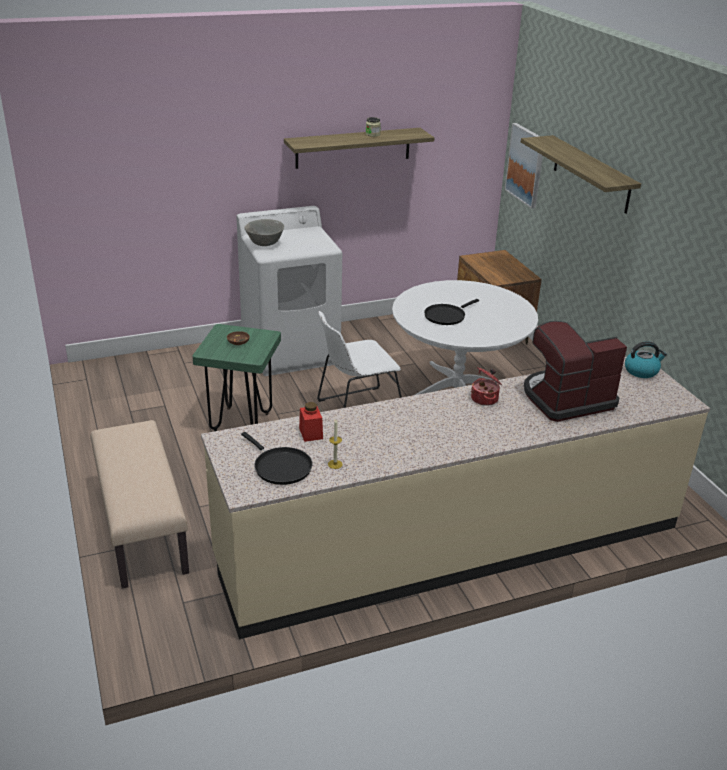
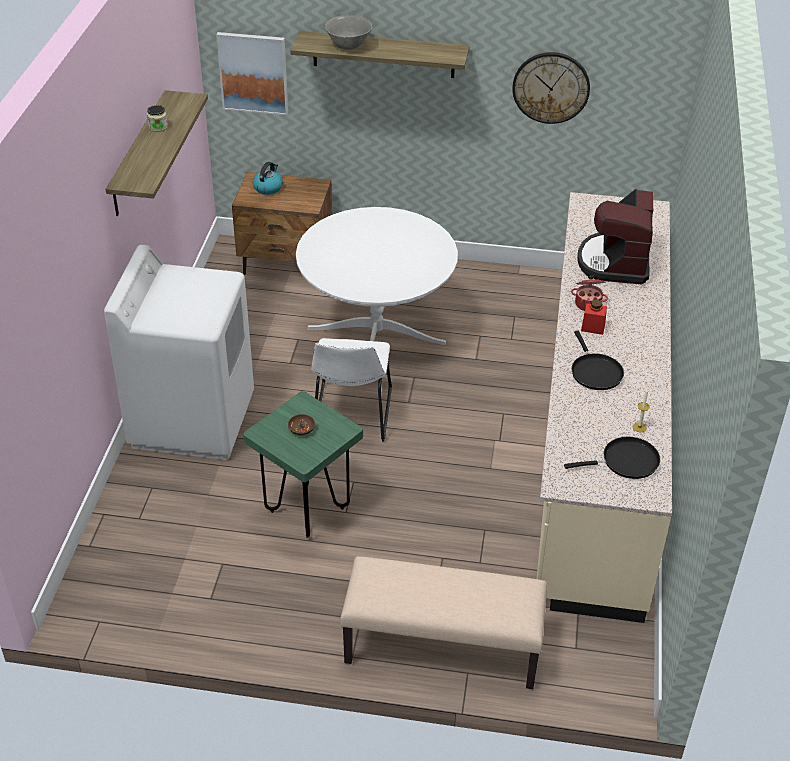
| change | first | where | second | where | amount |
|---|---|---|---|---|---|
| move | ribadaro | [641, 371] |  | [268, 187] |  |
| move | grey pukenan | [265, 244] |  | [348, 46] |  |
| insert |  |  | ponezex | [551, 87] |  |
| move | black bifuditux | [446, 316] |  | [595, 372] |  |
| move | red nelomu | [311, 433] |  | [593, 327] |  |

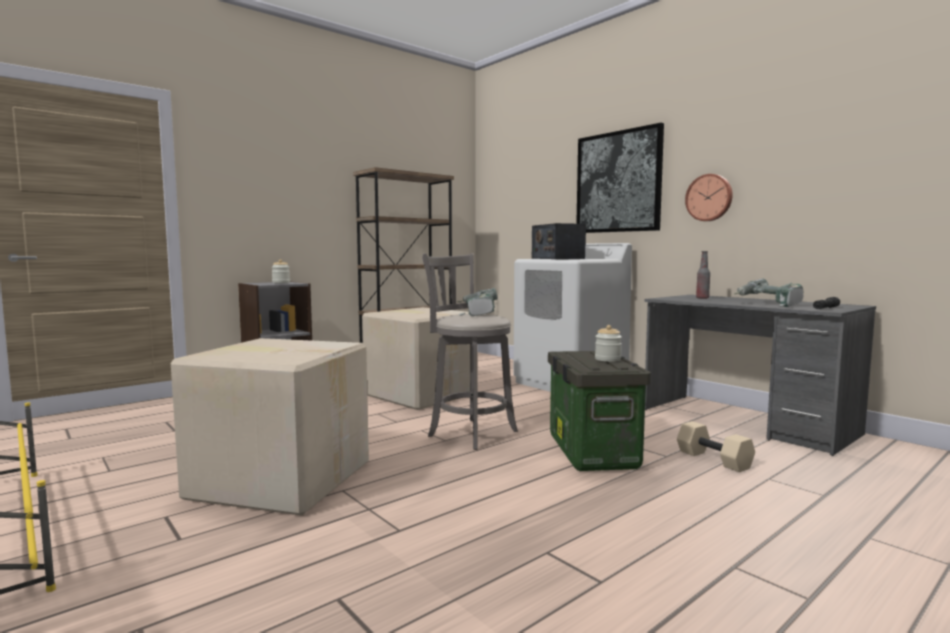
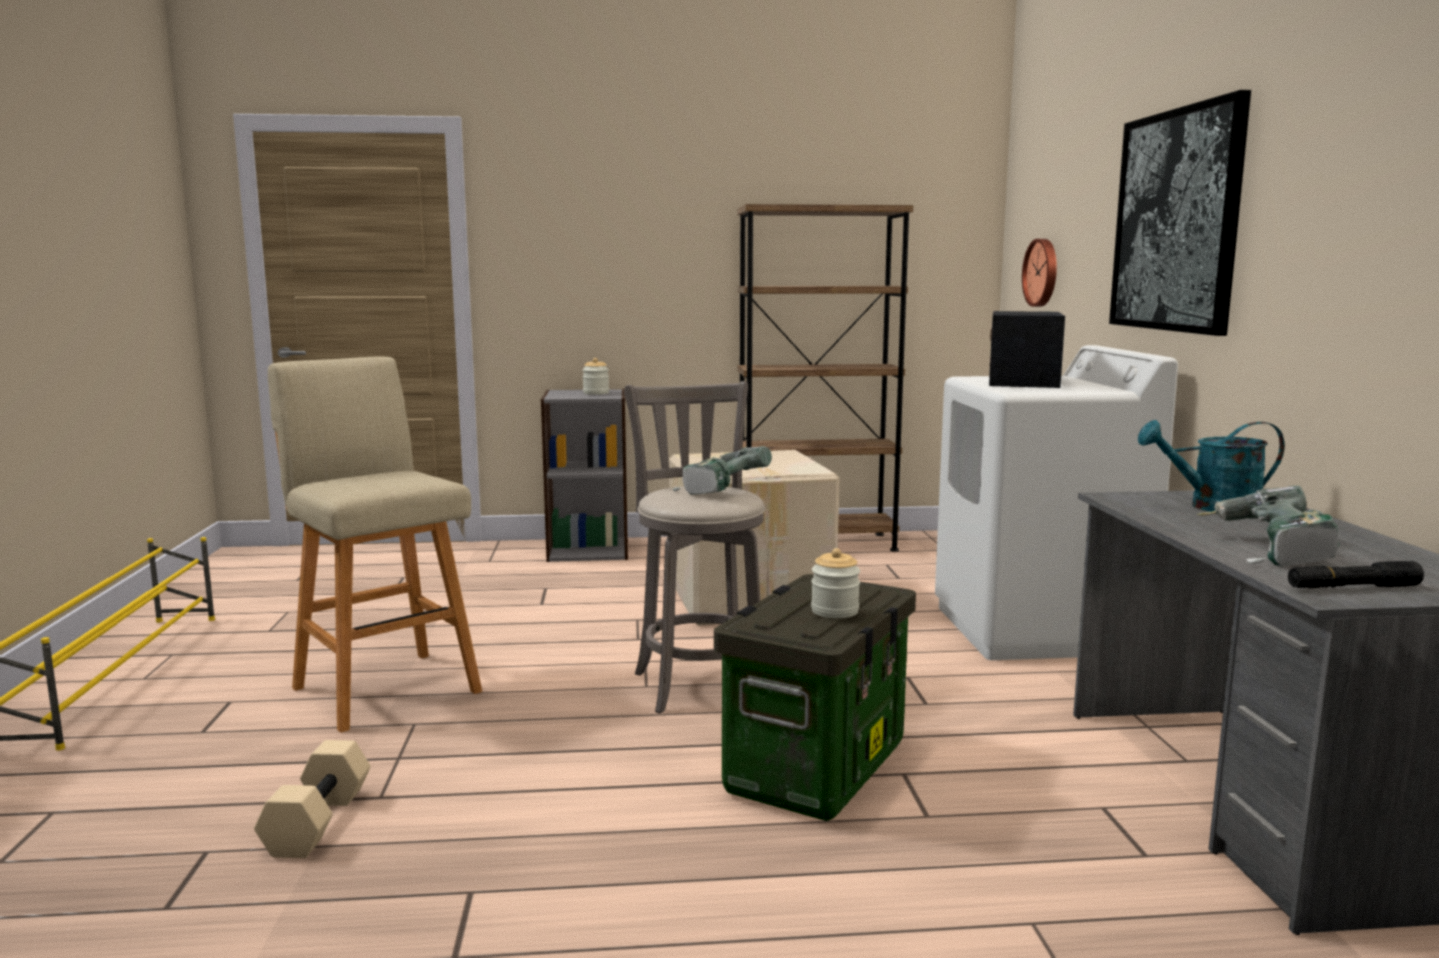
| change | first | where | second | where | amount |
|---|---|---|---|---|---|
| move | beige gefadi | [712, 459] |  | [316, 821] |  |
| replace | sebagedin | [280, 479] | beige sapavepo | [384, 688] |  |
| move | ponezex | [709, 198] |  | [1042, 272] |  |
| replace | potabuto | [702, 298] | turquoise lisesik | [1212, 507] |  |

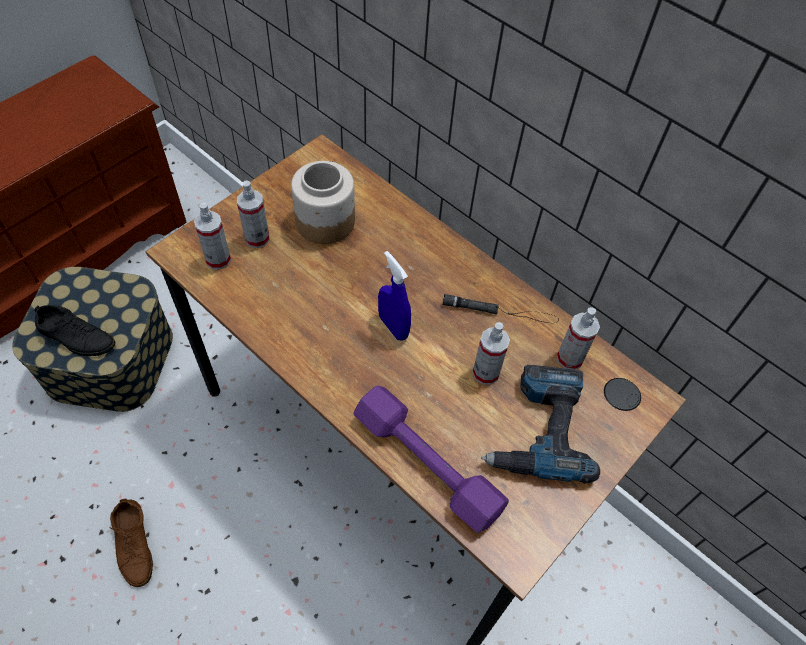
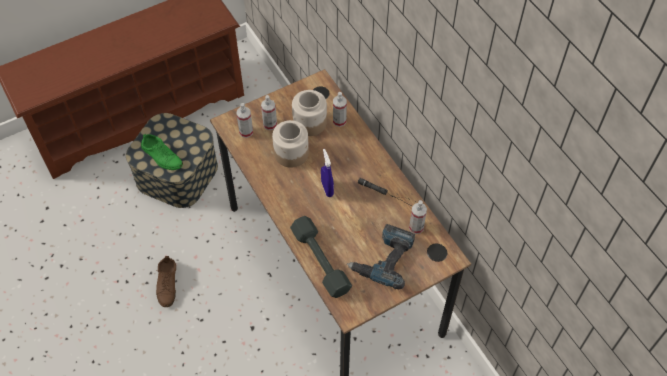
| change | first | where | second | where | amount |
|---|---|---|---|---|---|
| recolor | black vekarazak | [76, 337] | green vekarazak | [162, 156] |  |
| insert |  |  | nelomu | [291, 153] |  |
| recolor | purple gefadi | [426, 463] | grey gefadi | [320, 260] |  |
| move | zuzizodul | [486, 372] |  | [339, 121] |  |

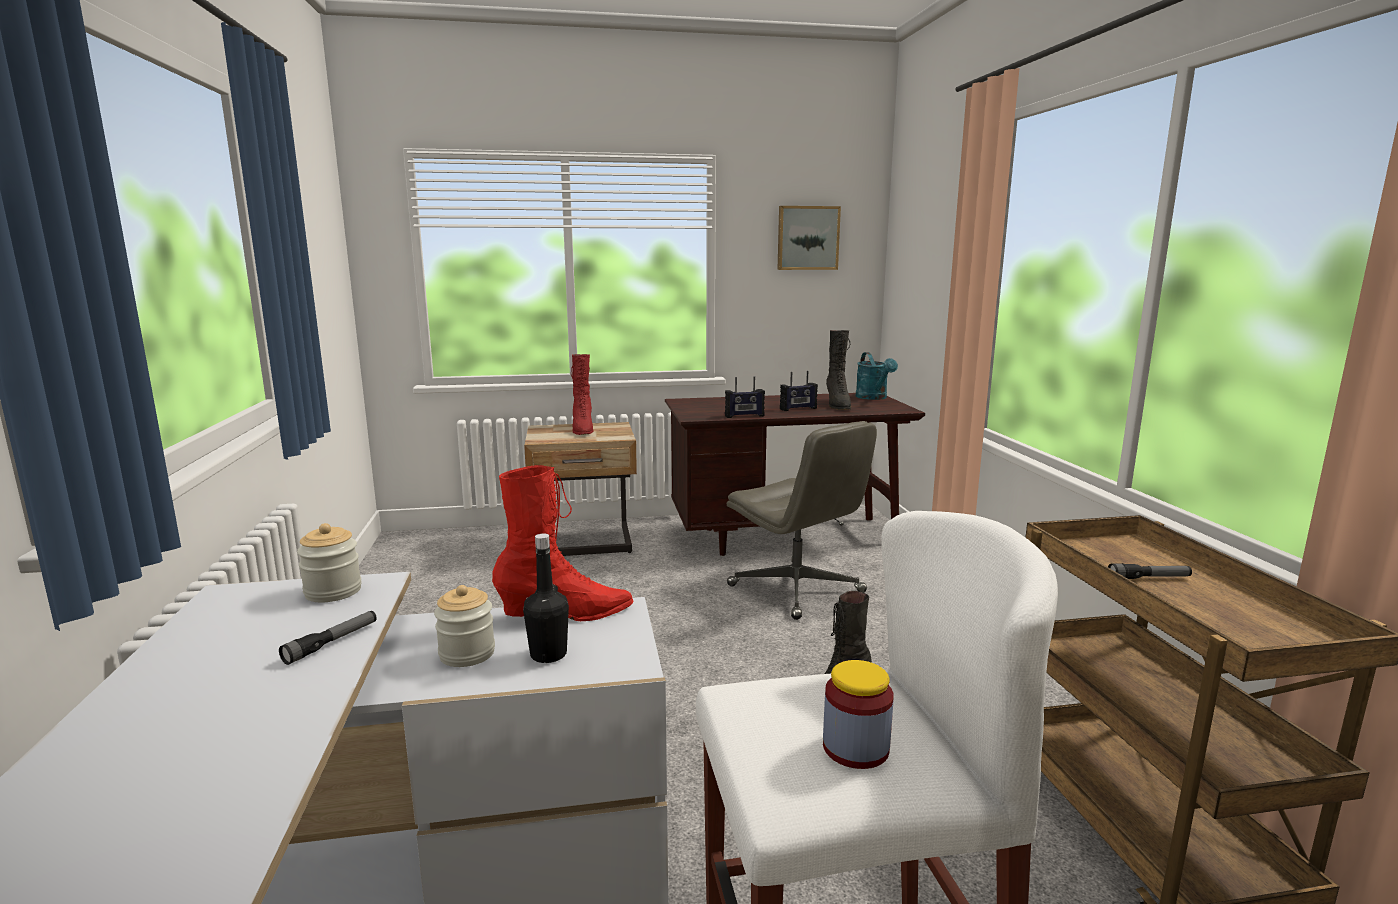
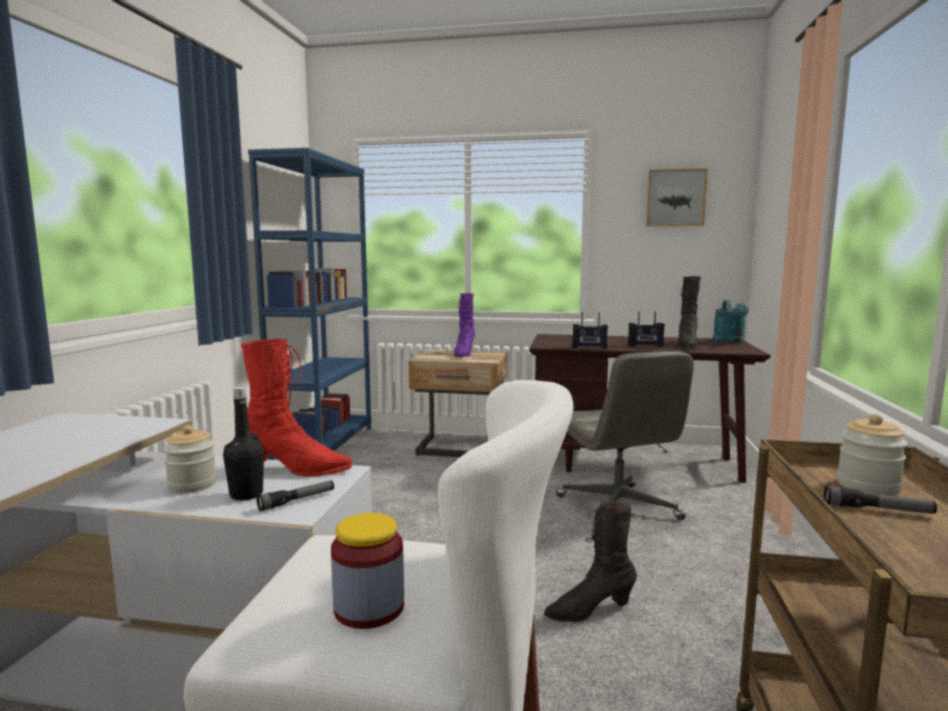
| change | first | where | second | where | amount |
|---|---|---|---|---|---|
| insert |  |  | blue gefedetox | [324, 445] |  |
| move | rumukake | [332, 643] |  | [297, 501] |  |
| recolor | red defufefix | [582, 429] | purple defufefix | [464, 354] |  |
| move | nelomu | [333, 591] |  | [868, 486] |  |

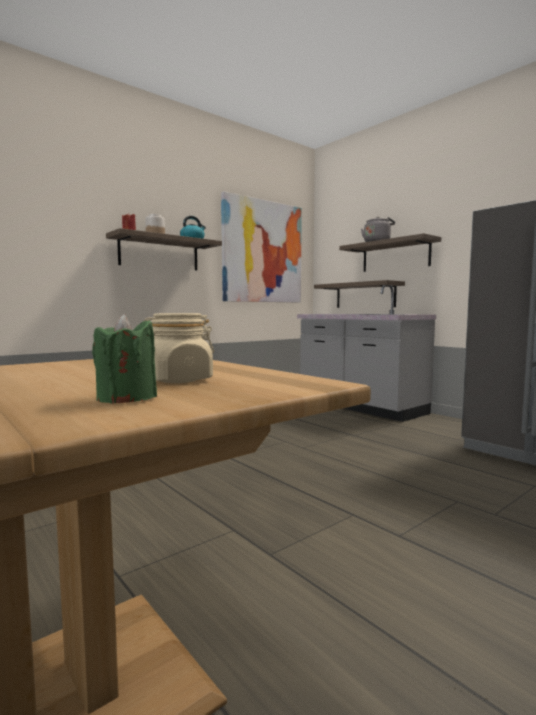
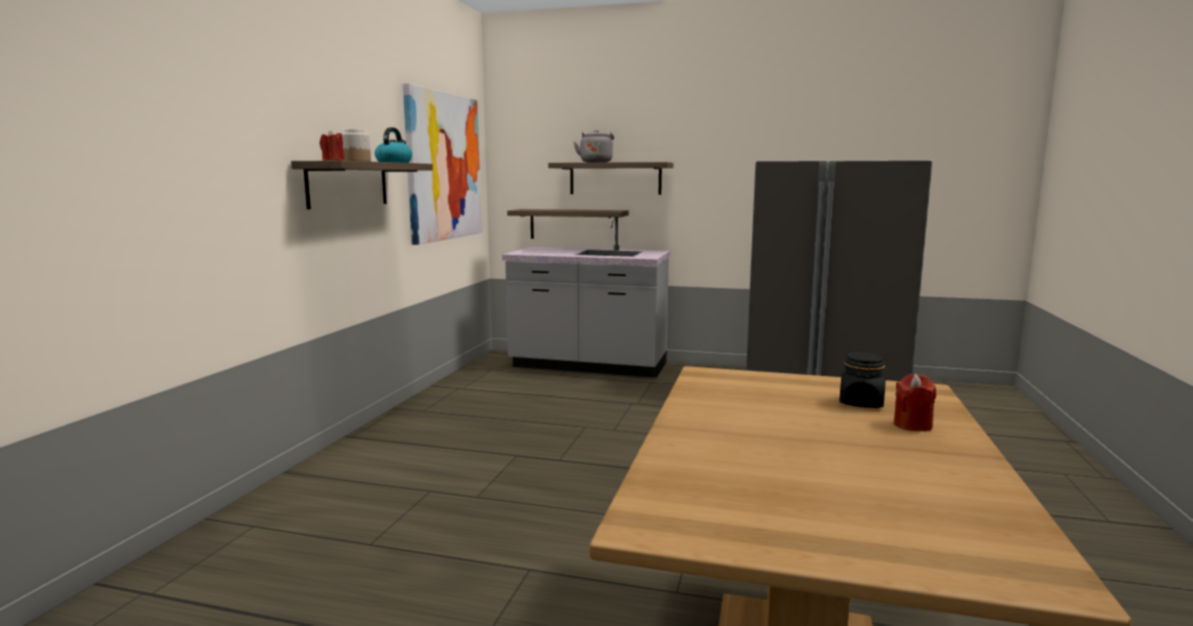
| change | first | where | second | where | amount |
|---|---|---|---|---|---|
| recolor | beige nelomu | [178, 380] | black nelomu | [861, 403] |  |
| recolor | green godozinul | [126, 398] | red godozinul | [912, 425] |  |

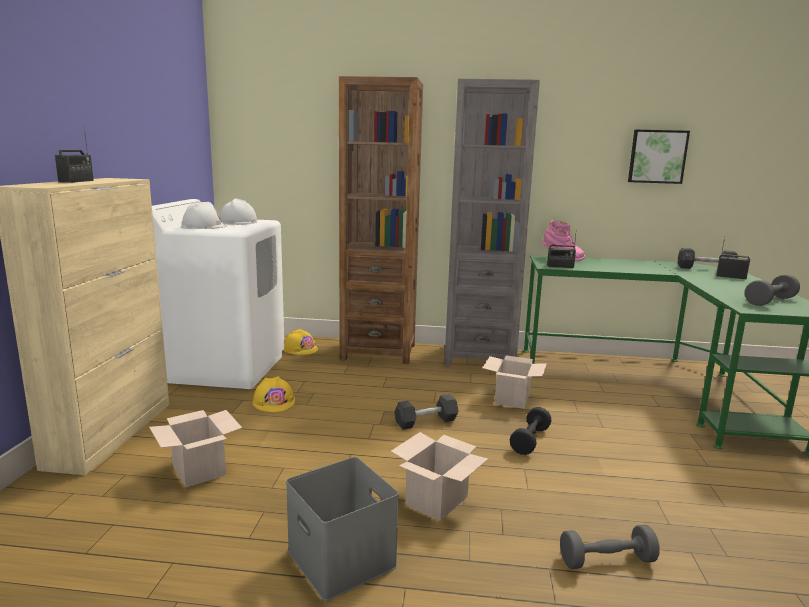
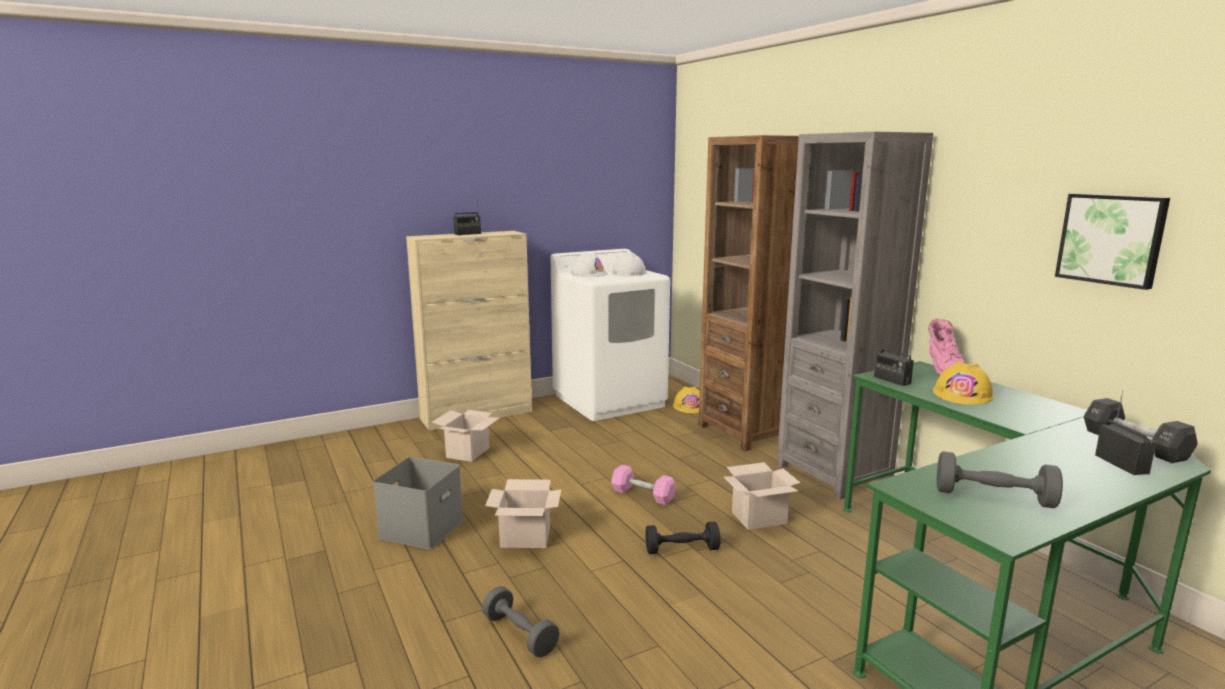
| change | first | where | second | where | amount |
|---|---|---|---|---|---|
| recolor | black gefadi | [426, 422] | pink gefadi | [643, 495] |  |
| move | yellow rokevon | [274, 402] |  | [962, 395] |  |

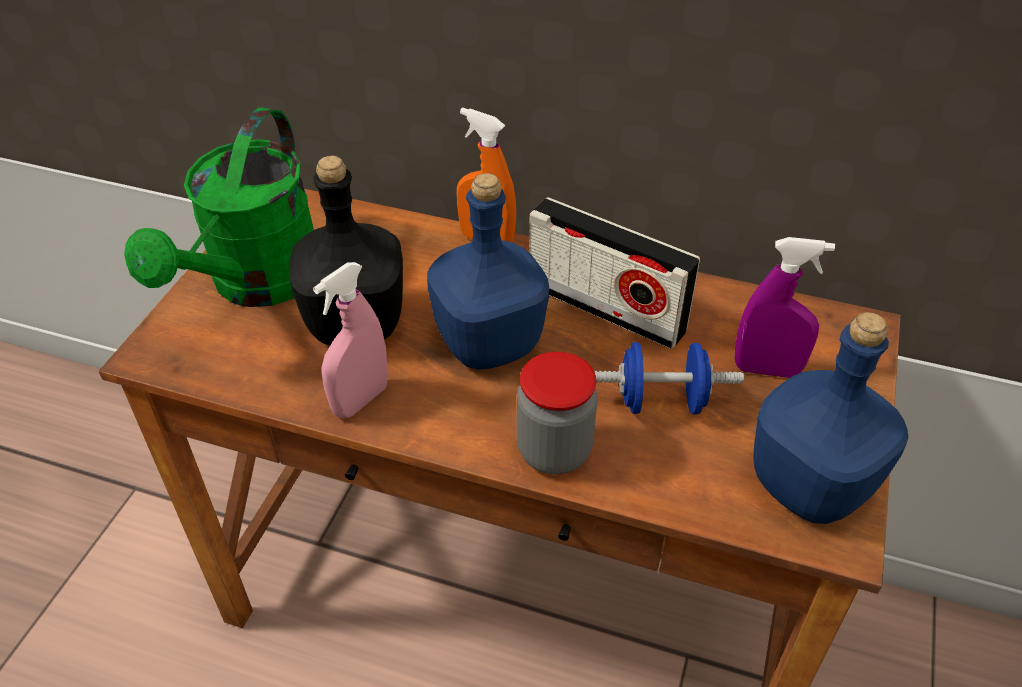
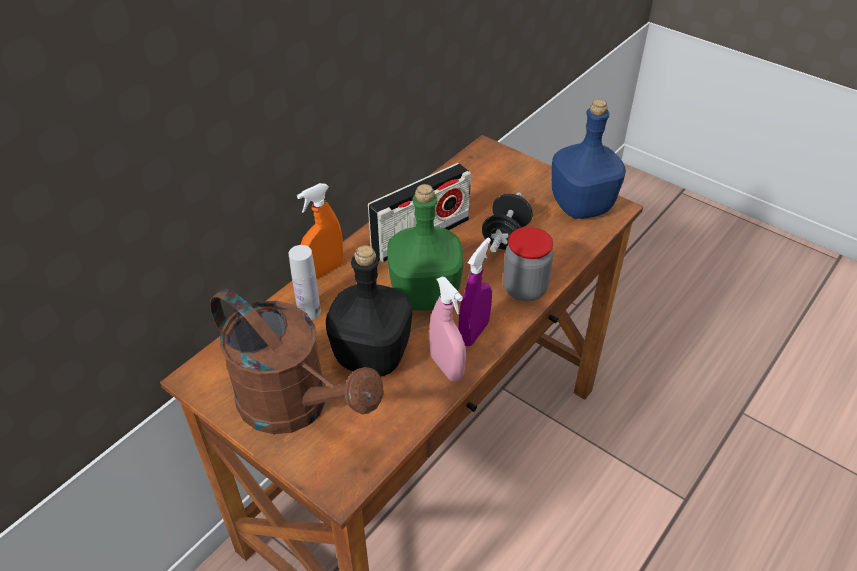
| change | first | where | second | where | amount |
|---|---|---|---|---|---|
| recolor | green lisesik | [257, 285] | brown lisesik | [296, 406] |  |
| insert |  |  | white potabuto | [309, 312] |  |
| recolor | blue potabuto | [490, 344] | green potabuto | [426, 294] |  |
| move | purple zuzizodul | [767, 369] |  | [474, 333] |  |
| recolor | blue gefadi | [661, 402] | black gefadi | [506, 237] |  |

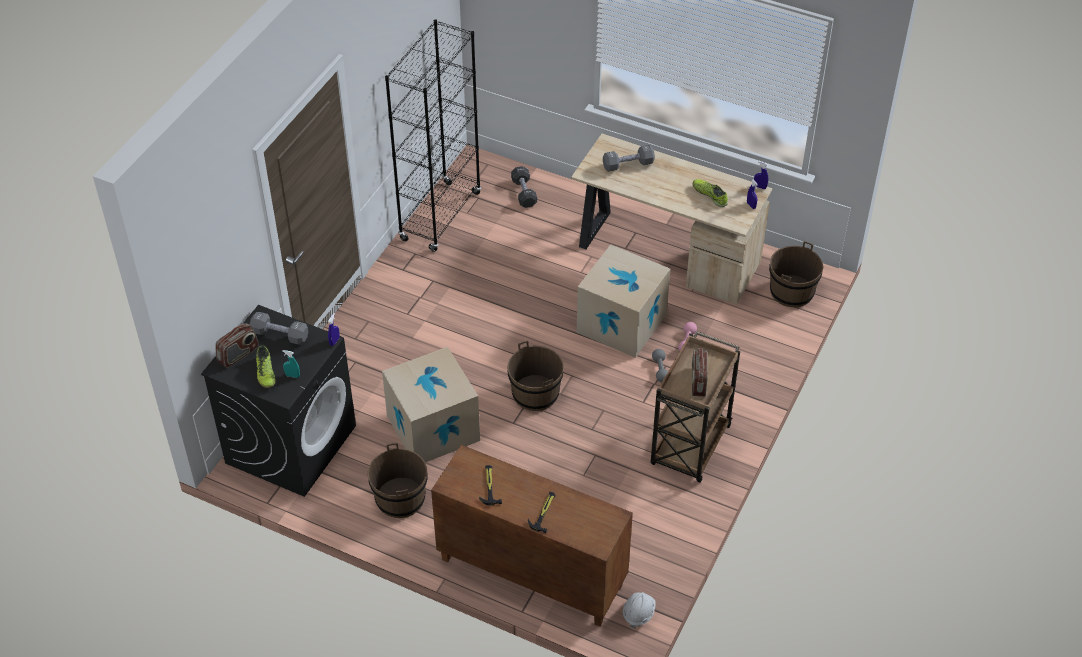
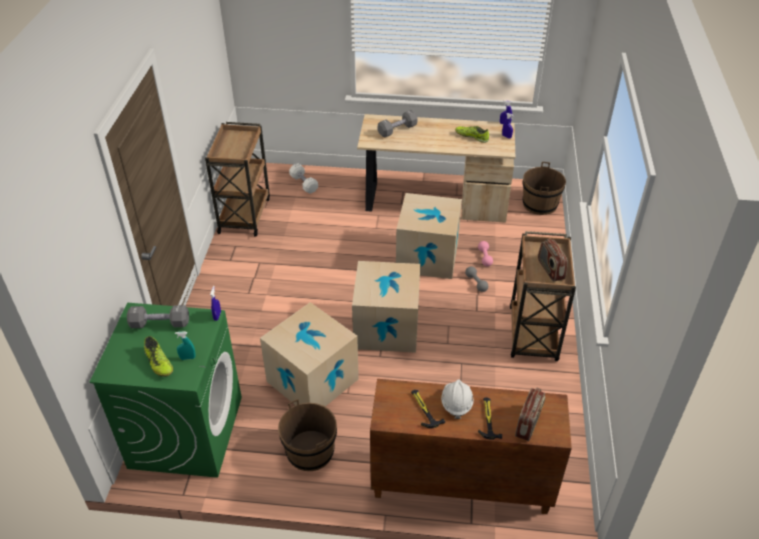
| change | first | where | second | where | amount |
|---|---|---|---|---|---|
| recolor | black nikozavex | [291, 443] | green nikozavex | [186, 431] |  |
| replace | black gefedetox | [440, 216] | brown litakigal | [244, 214] |  |
| recolor | black gefadi | [524, 193] | white gefadi | [304, 184] |  |
| replace | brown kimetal | [535, 393] | sebagedin | [386, 327] |  |
| move | white rokevon | [638, 613] |  | [456, 403] |  |
| move | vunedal | [238, 355] |  | [528, 423] |  |

